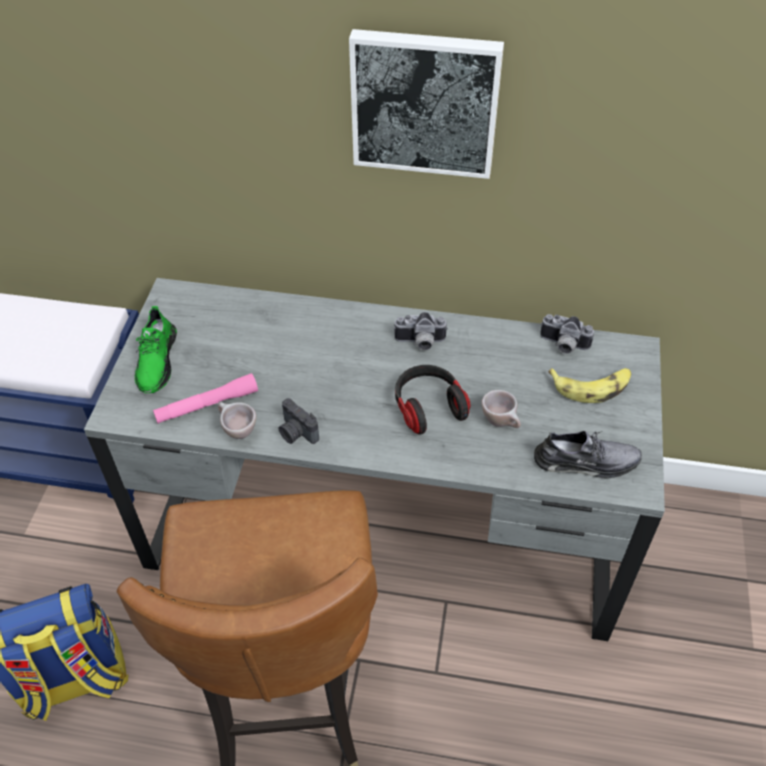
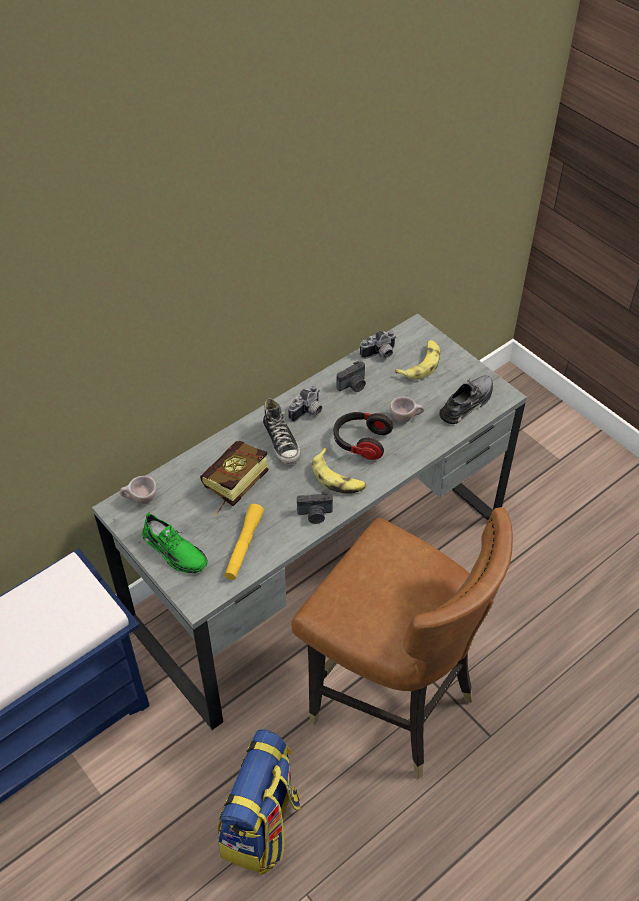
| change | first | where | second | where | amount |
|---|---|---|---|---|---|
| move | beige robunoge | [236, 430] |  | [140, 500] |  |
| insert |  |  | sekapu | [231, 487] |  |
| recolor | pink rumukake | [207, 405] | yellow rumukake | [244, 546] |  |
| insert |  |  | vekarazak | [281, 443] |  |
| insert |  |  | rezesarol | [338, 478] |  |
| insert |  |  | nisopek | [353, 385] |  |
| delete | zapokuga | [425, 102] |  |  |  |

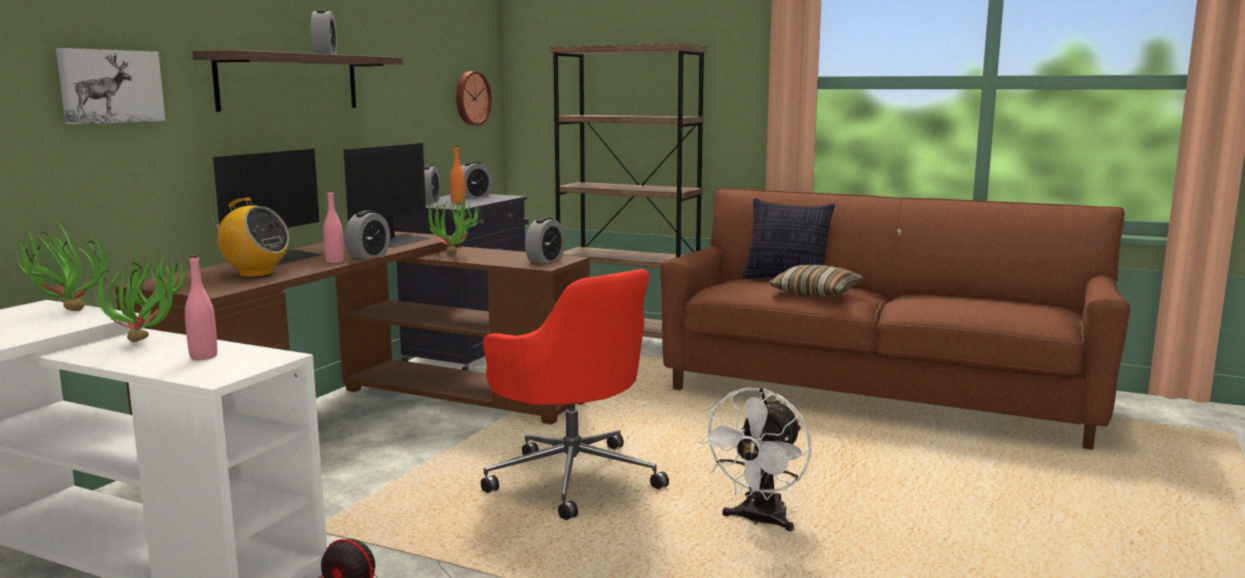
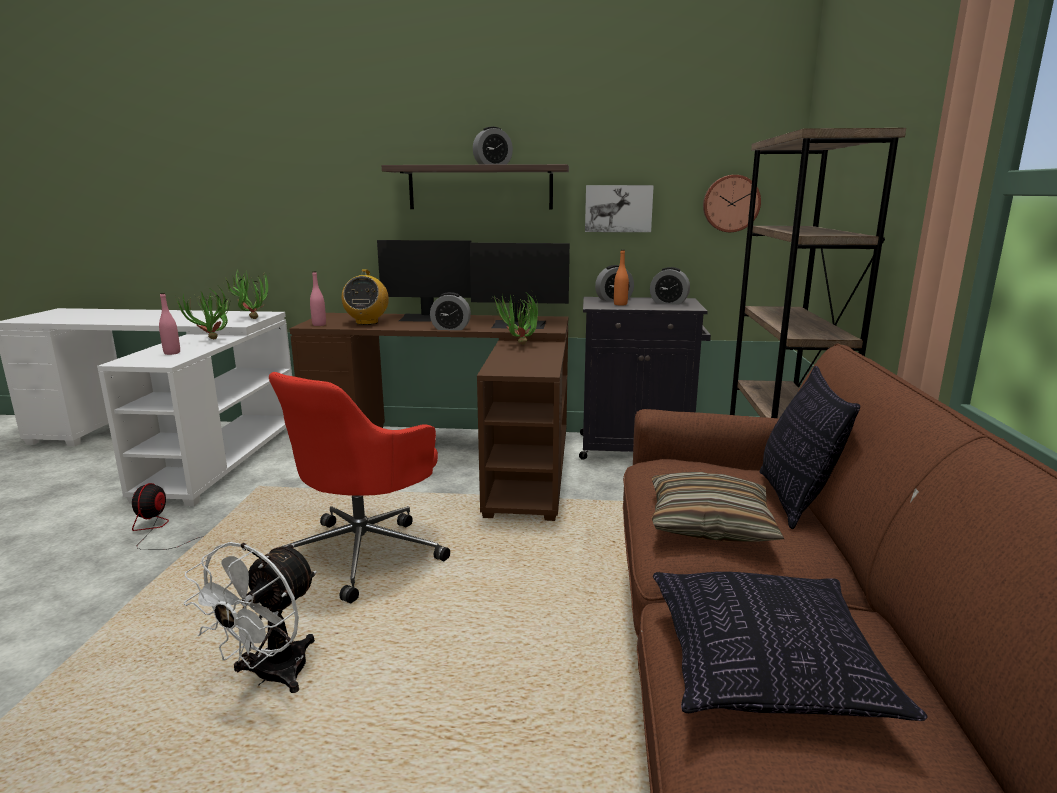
| change | first | where | second | where | amount |
|---|---|---|---|---|---|
| rotate | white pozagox | [759, 521] |  | [270, 677] | 75 degrees counterclockwise |
| move | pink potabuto | [334, 261] |  | [319, 325] |  |
| move | zapokuga | [110, 86] |  | [618, 208] |  |
| insert |  |  | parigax | [765, 669] |  |
| delete | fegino | [545, 260] |  |  |  |

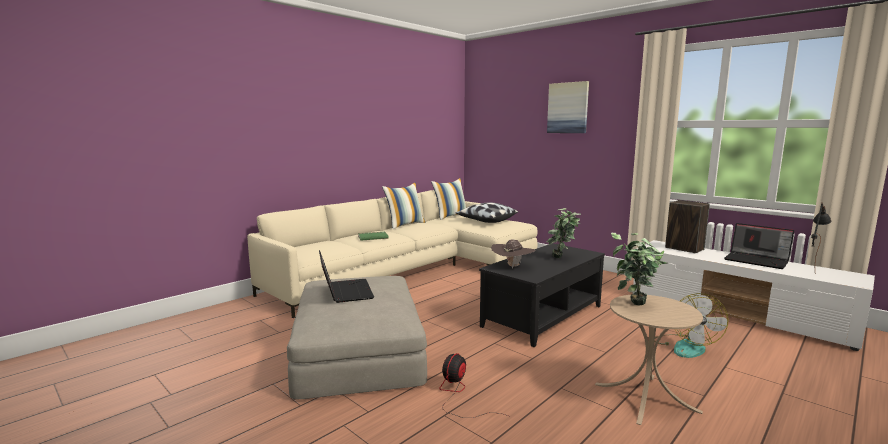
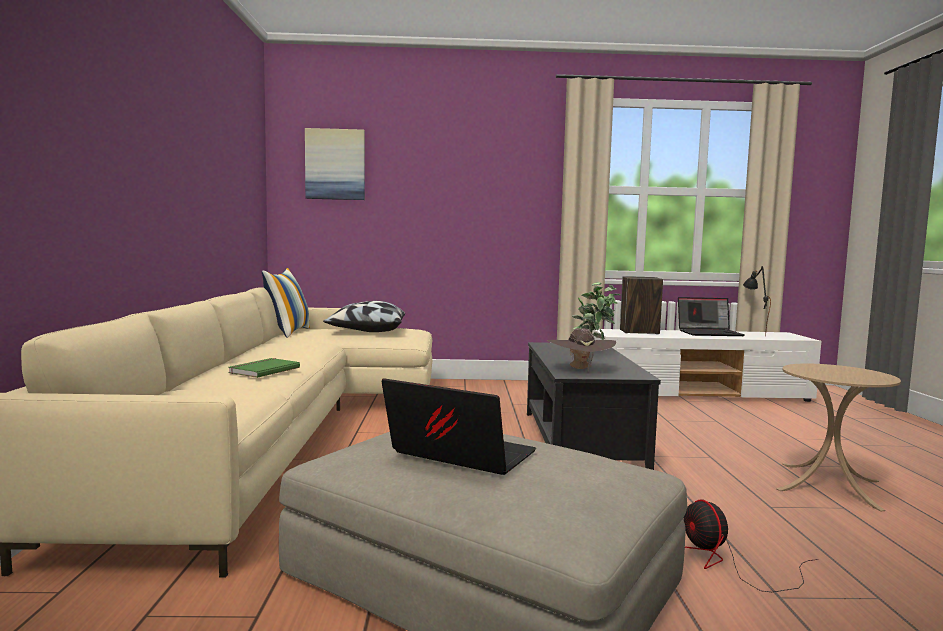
| change | first | where | second | where | amount |
|---|---|---|---|---|---|
| move | zapokuga | [568, 108] |  | [335, 164] |  |
| delete | parigax | [405, 224] |  |  |  |
| delete | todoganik | [634, 306] |  |  |  |
| delete | pozagox | [685, 346] |  |  |  |

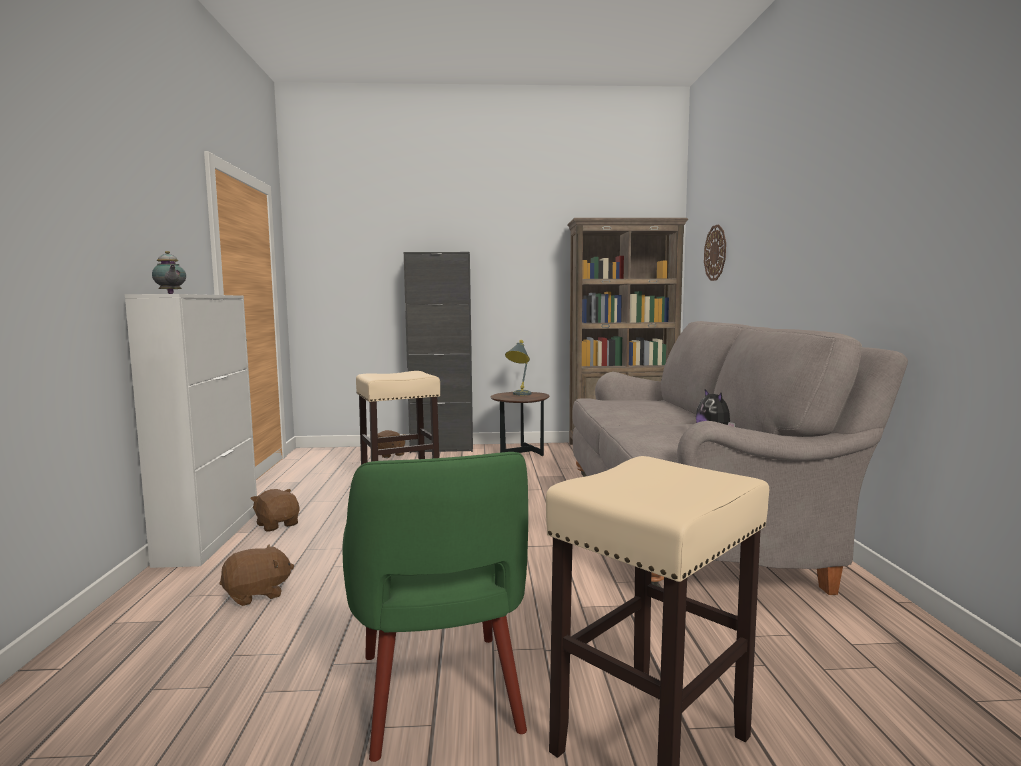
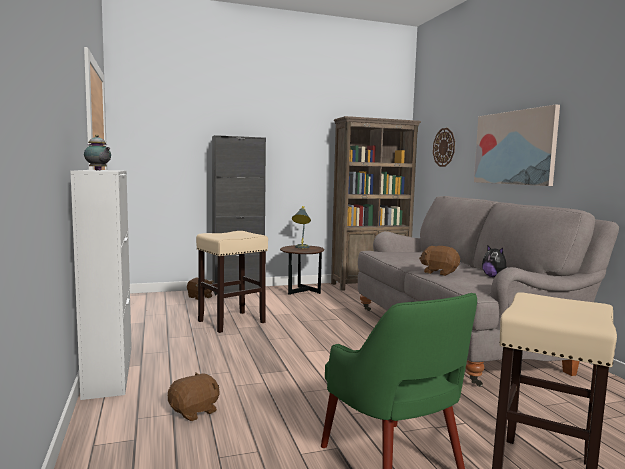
| change | first | where | second | where | amount |
|---|---|---|---|---|---|
| move | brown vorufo | [278, 524] |  | [439, 272] |  |
| insert |  |  | zapokuga | [514, 148] |  |

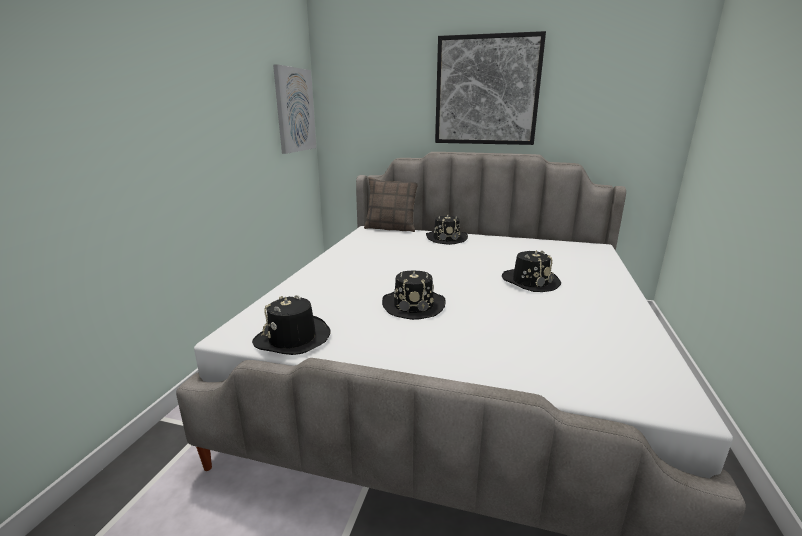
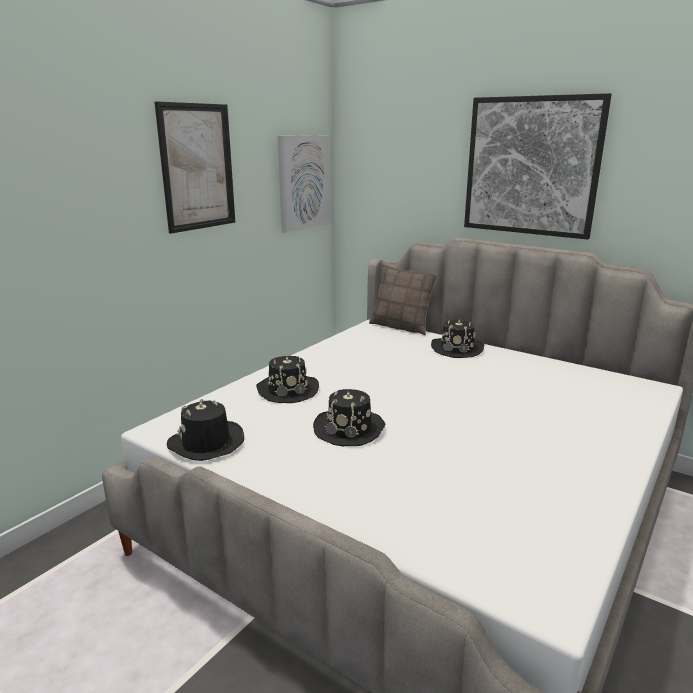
| change | first | where | second | where | amount |
|---|---|---|---|---|---|
| insert |  |  | zapokuga | [197, 167] |  |
| move | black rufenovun | [530, 281] |  | [288, 390] |  |

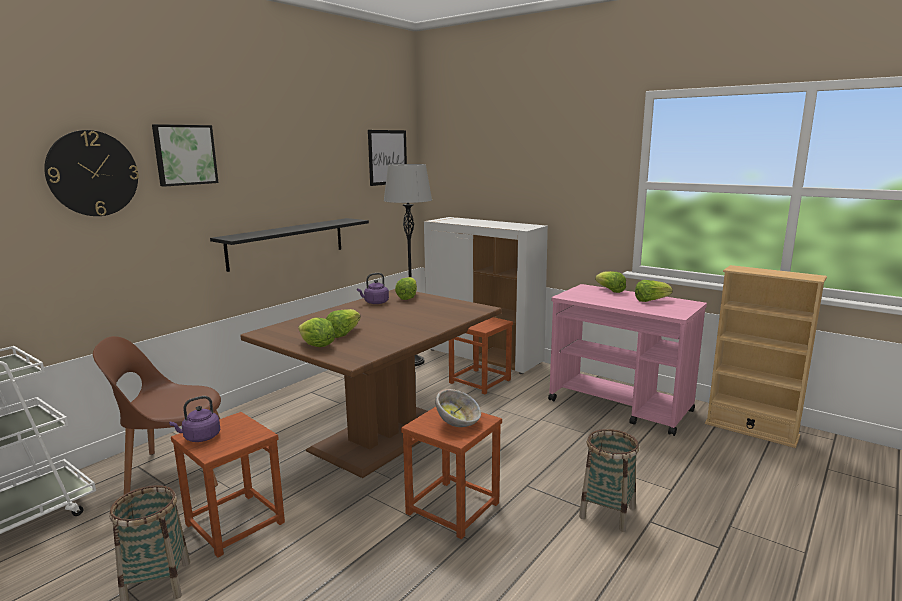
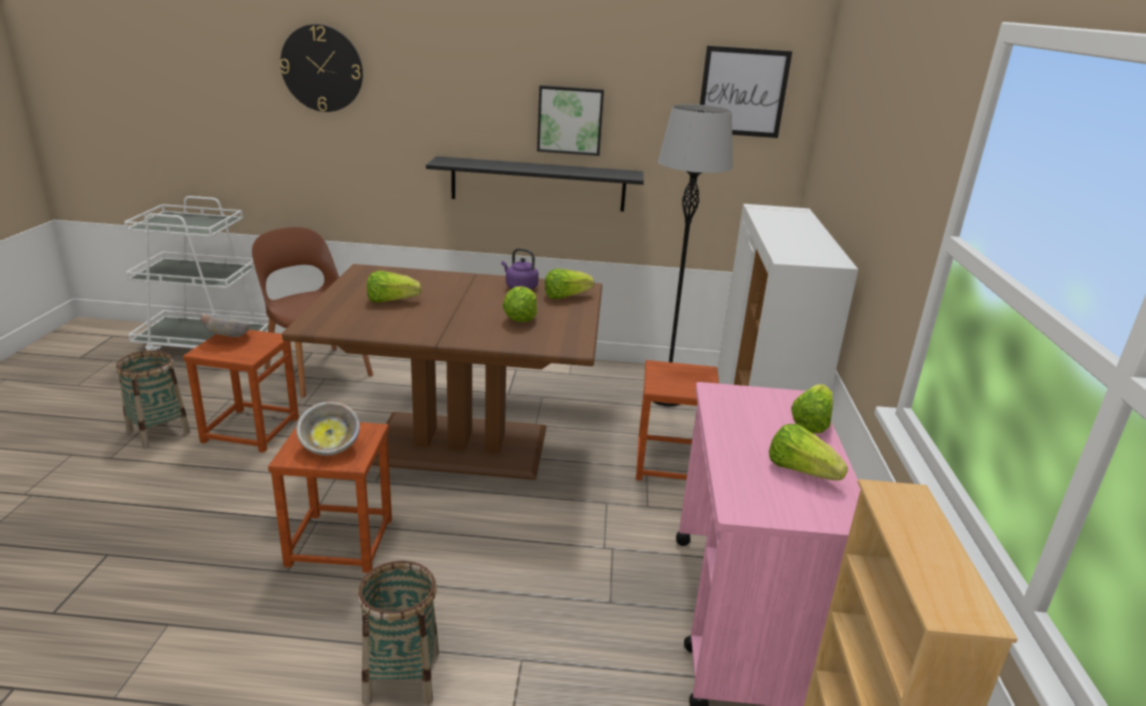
| change | first | where | second | where | amount |
|---|---|---|---|---|---|
| replace | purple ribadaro | [200, 437] | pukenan | [228, 337] |  |
| move | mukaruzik | [317, 346] |  | [520, 319] |  |
| move | zapokuga | [184, 155] |  | [570, 120] |  |

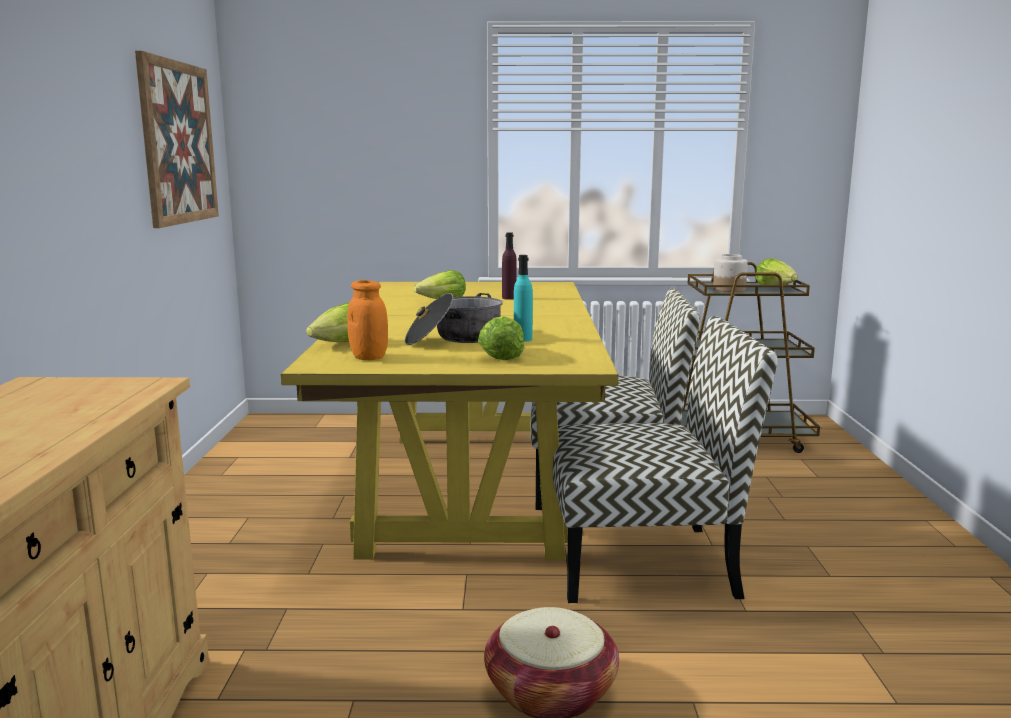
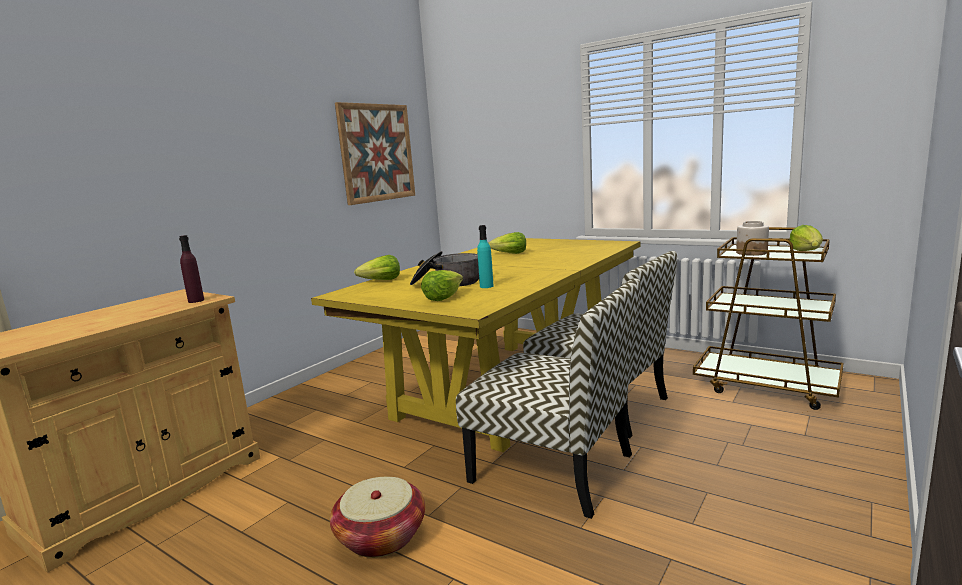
| change | first | where | second | where | amount |
|---|---|---|---|---|---|
| move | purple potabuto | [509, 298] |  | [196, 300] |  |
| delete | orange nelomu | [369, 357] |  |  |  |

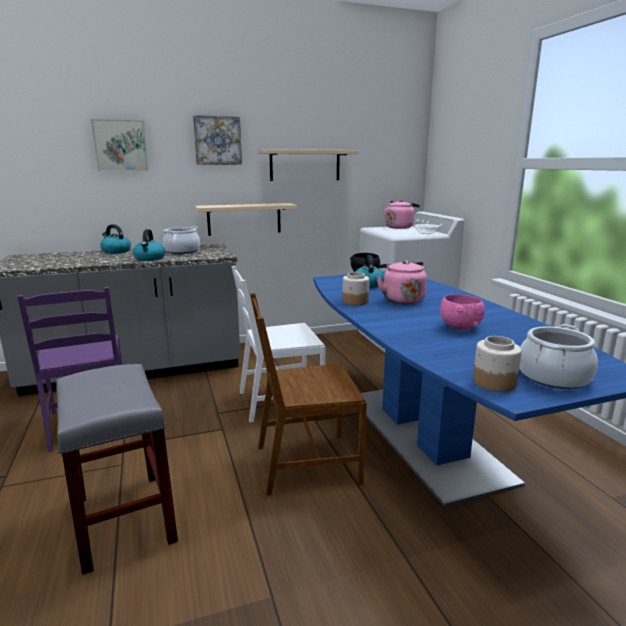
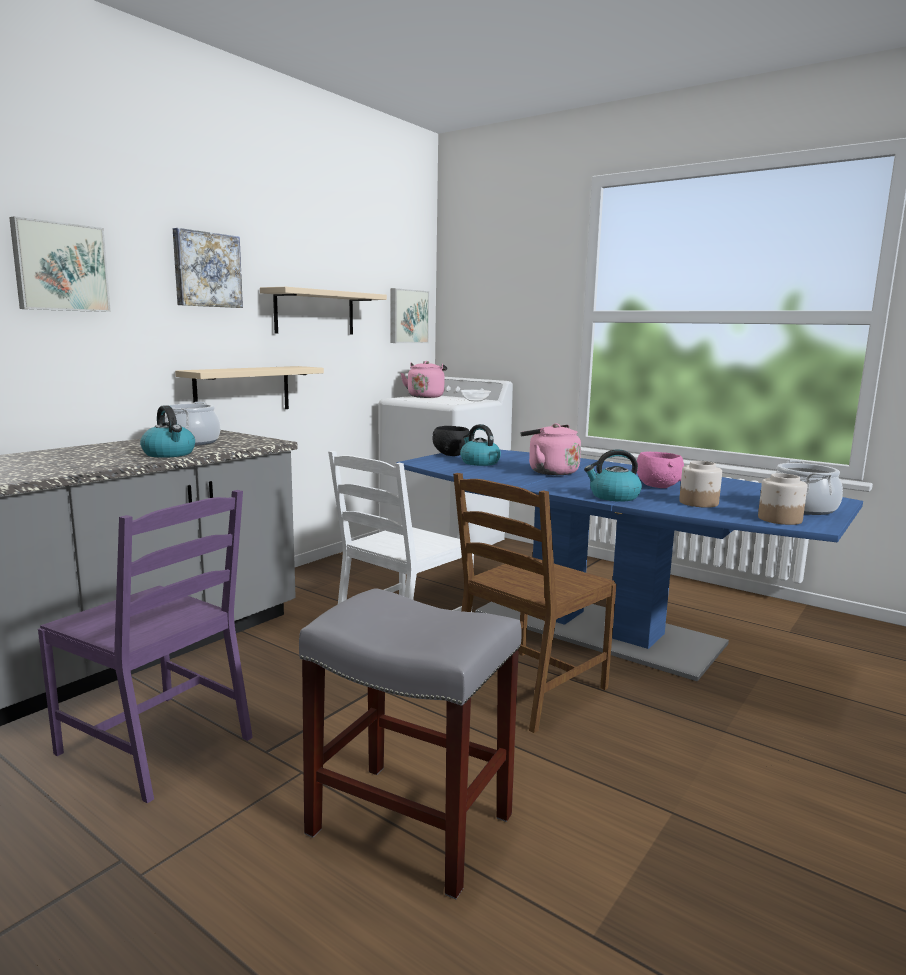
| change | first | where | second | where | amount |
|---|---|---|---|---|---|
| insert |  |  | zapokuga | [407, 316] |  |
| move | ribadaro | [116, 251] |  | [613, 497] |  |
| move | nelomu | [355, 301] |  | [699, 503] |  |

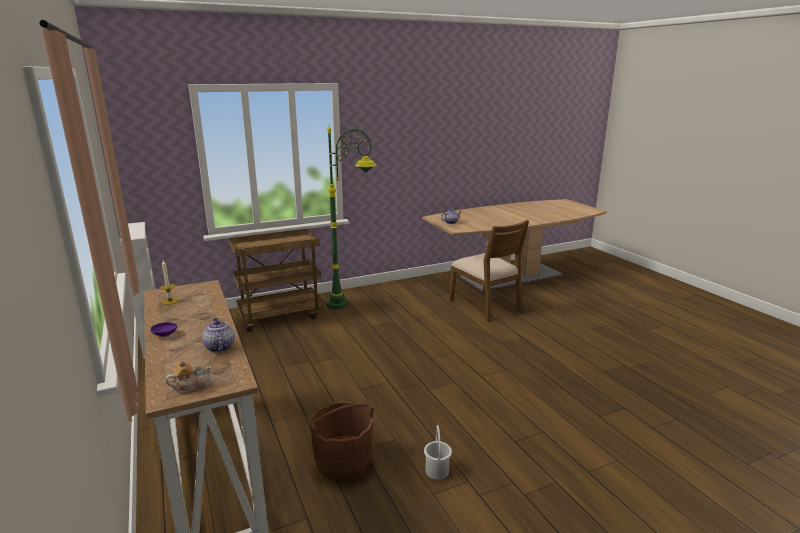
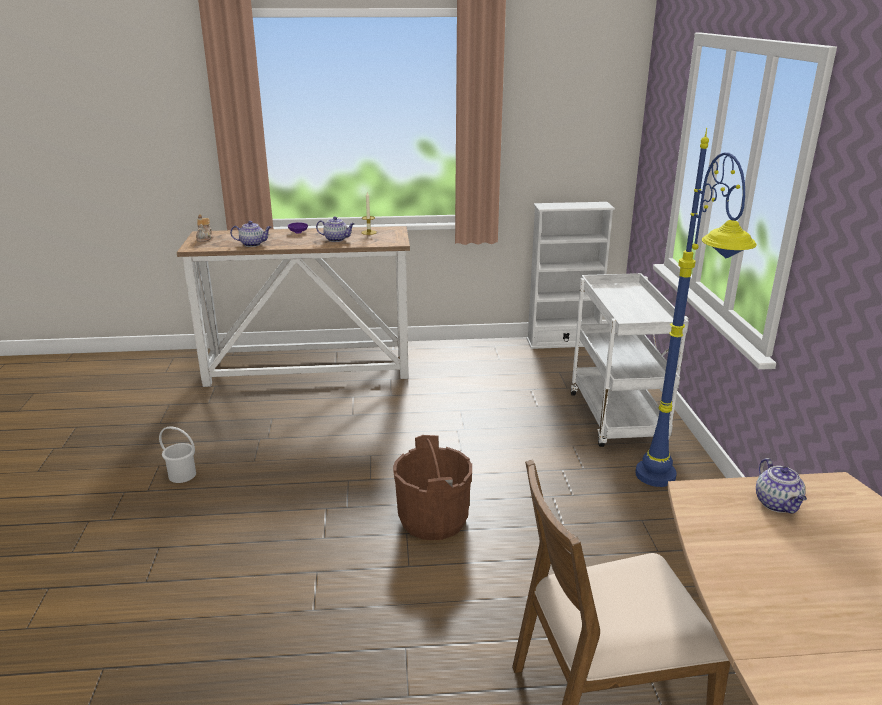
| change | first | where | second | where | amount |
|---|---|---|---|---|---|
| insert |  |  | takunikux | [336, 239] |  |
| move | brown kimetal | [343, 462] |  | [433, 519] |  |
| recolor | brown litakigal | [281, 316] | white litakigal | [618, 420] |  |
| recolor | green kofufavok | [353, 301] | blue kofufavok | [668, 495] |  |

